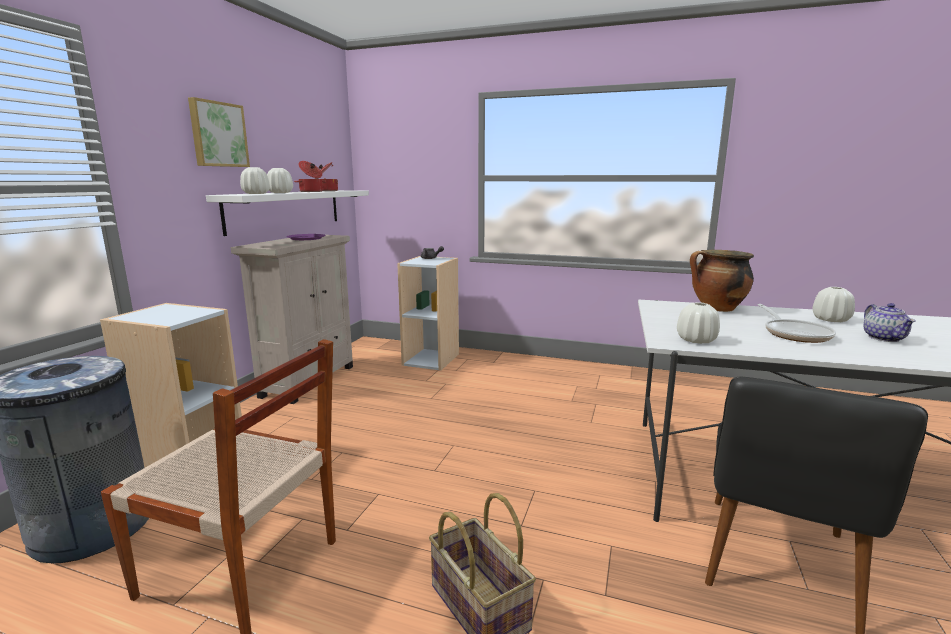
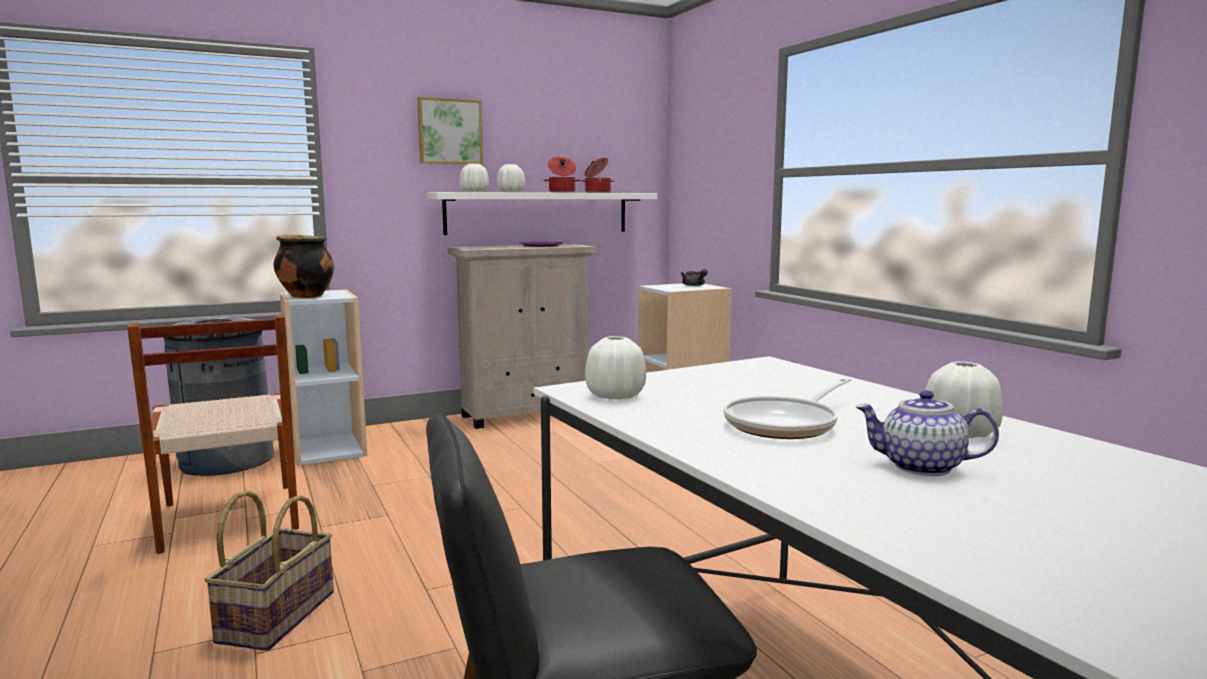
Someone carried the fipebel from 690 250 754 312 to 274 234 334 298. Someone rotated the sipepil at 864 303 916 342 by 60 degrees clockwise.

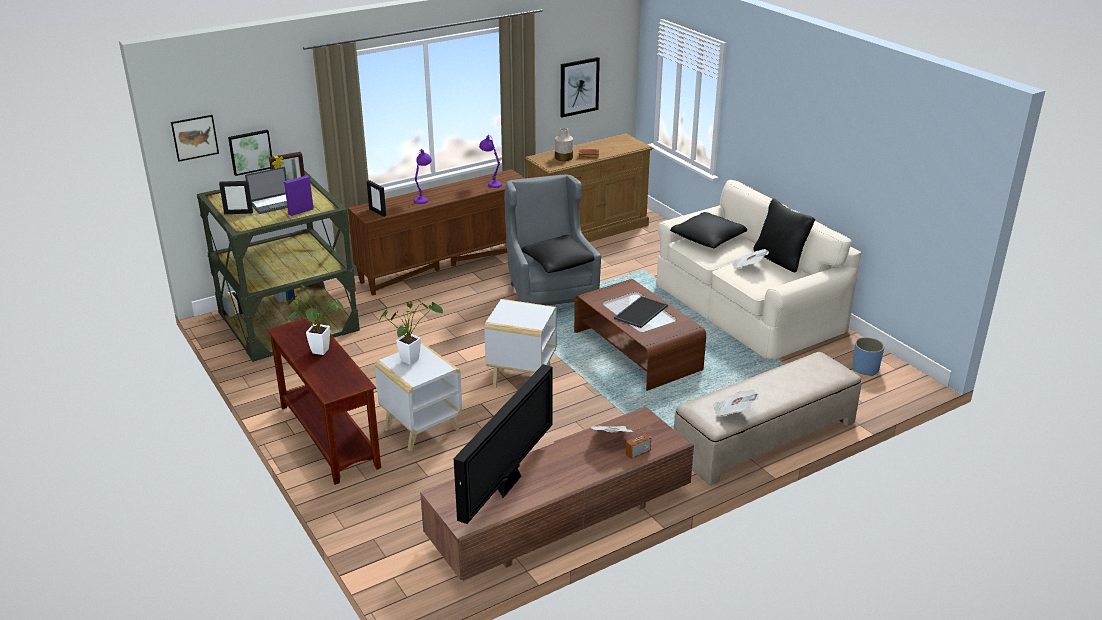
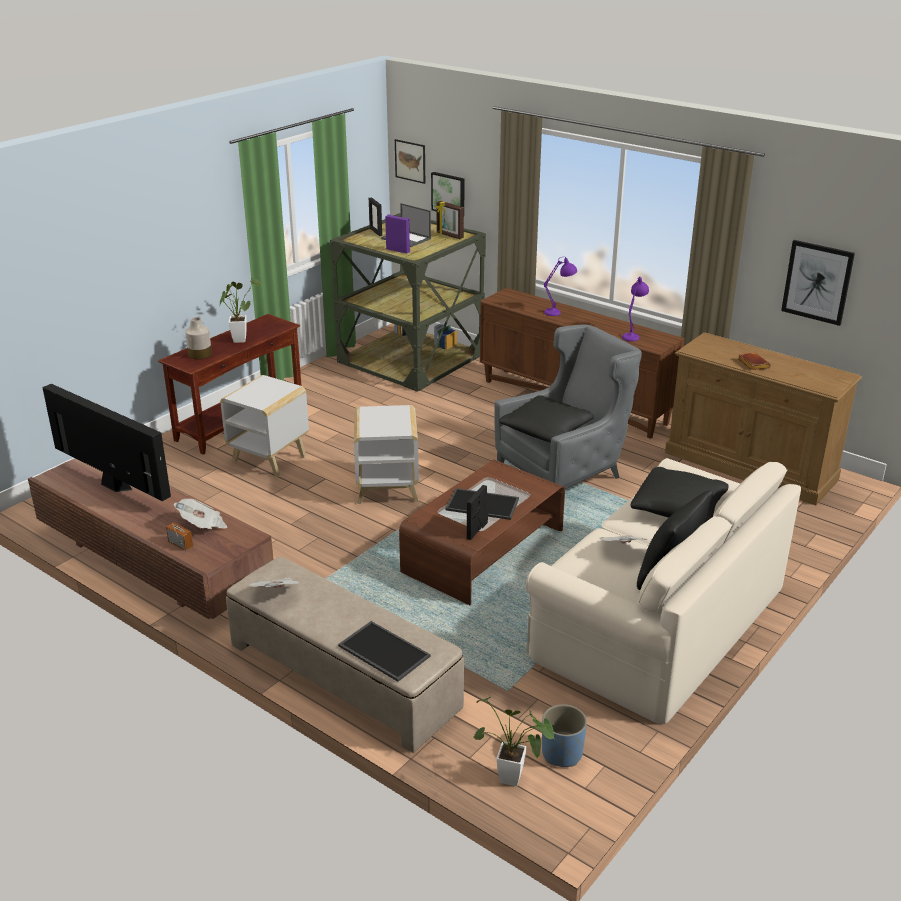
Someone rotated the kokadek at 454 364 552 524 by 150 degrees counterclockwise. Someone carried the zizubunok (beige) from 555 128 573 161 to 185 317 212 359. Someone put down the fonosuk at 338 621 430 682. Someone carried the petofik from 367 180 386 217 to 467 485 488 540. Someone carried the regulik from 379 300 443 365 to 474 697 554 786.

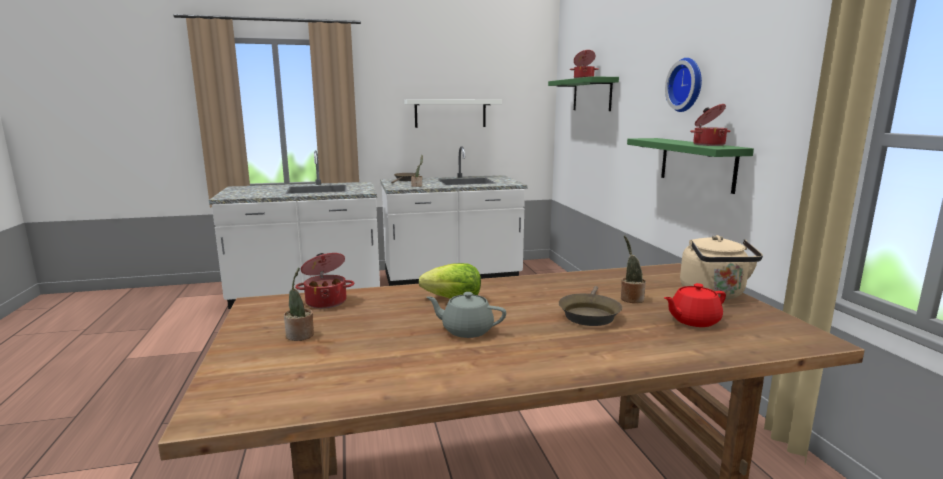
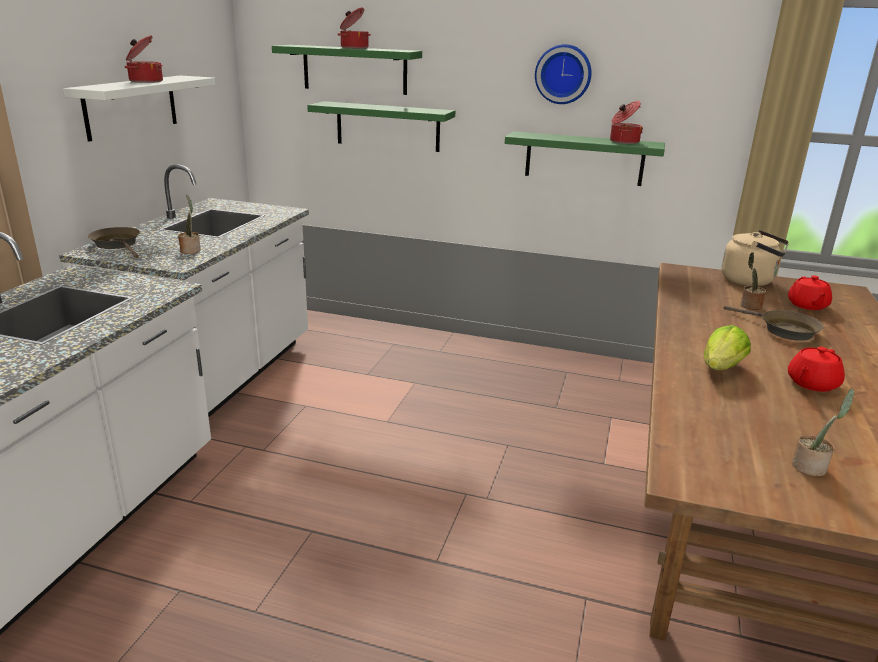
Someone carried the fipebel from 295 253 354 309 to 125 35 163 83. Someone put up the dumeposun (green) at 307 101 455 152. Someone repainted the sipepil (grey) at 426 292 506 338, which became the sipepil (red) at 788 347 845 392.

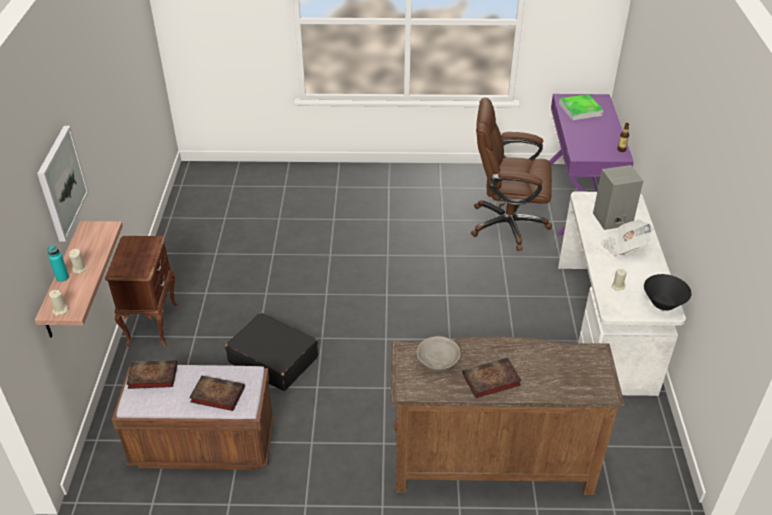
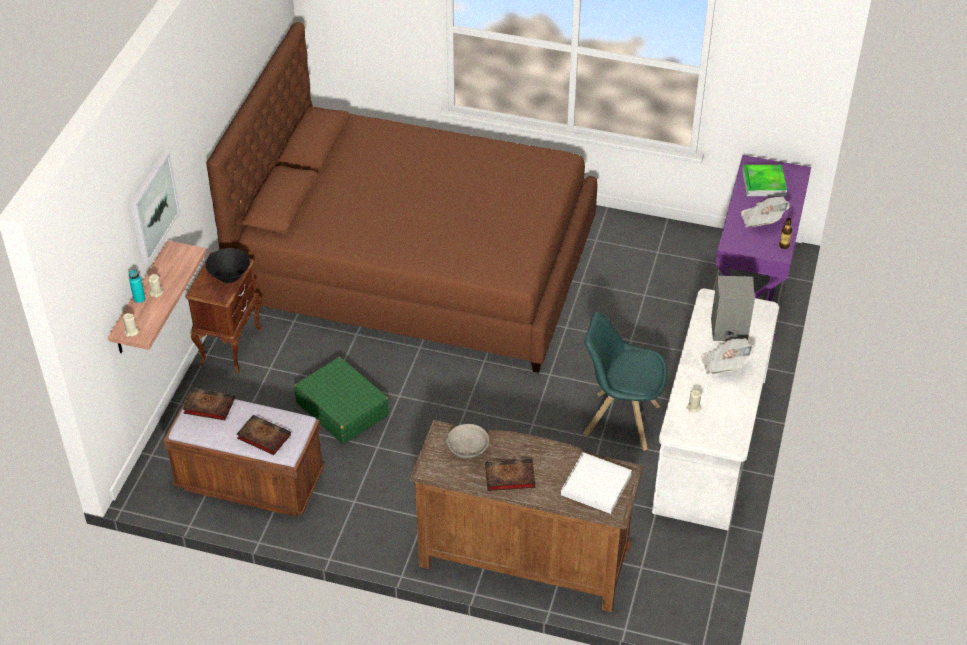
Someone carried the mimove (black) from 644 274 691 310 to 205 248 250 283. Someone put down the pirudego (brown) at 206 22 597 373. Someone repainted the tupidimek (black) at 225 313 318 391, which became the tupidimek (green) at 294 357 389 444. Someone put down the fonosuk (white) at 561 452 632 514. Someone put down the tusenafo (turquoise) at 583 311 667 451. Someone put down the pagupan at 741 197 789 227. Someone took away the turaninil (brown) at 471 98 552 251.

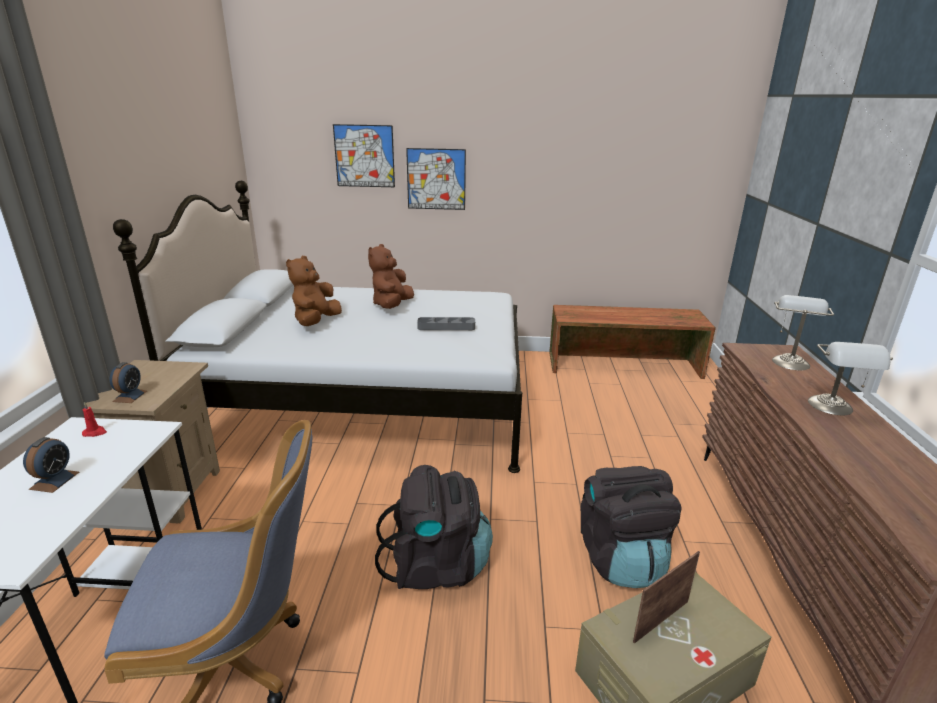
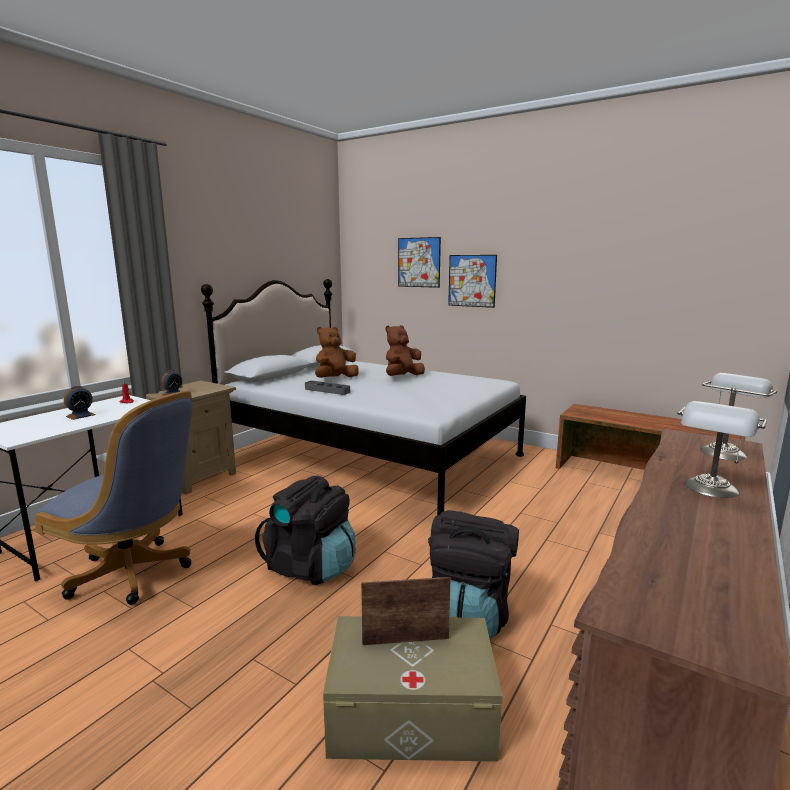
Someone carried the fonosuk (grey) from 417 317 475 330 to 305 381 350 395.

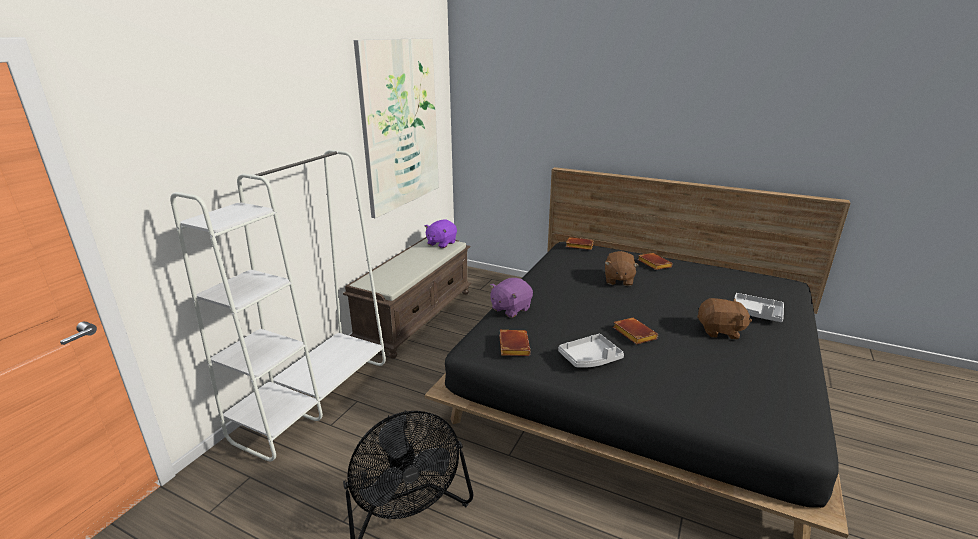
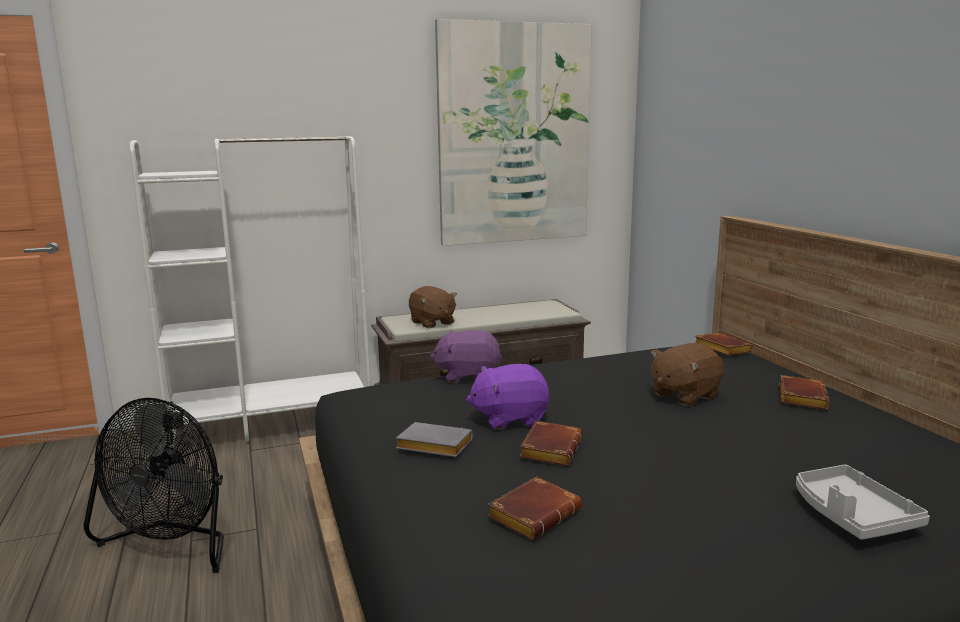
Someone swapped the fonosuk (grey) at 558 334 624 368 for the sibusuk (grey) at 396 422 473 457. Someone carried the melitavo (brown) from 697 298 752 339 to 409 286 457 328. Someone carried the melitavo (purple) from 425 220 457 248 to 466 364 549 430. Someone carried the sibusuk (brown) from 499 330 531 356 to 487 476 582 540.

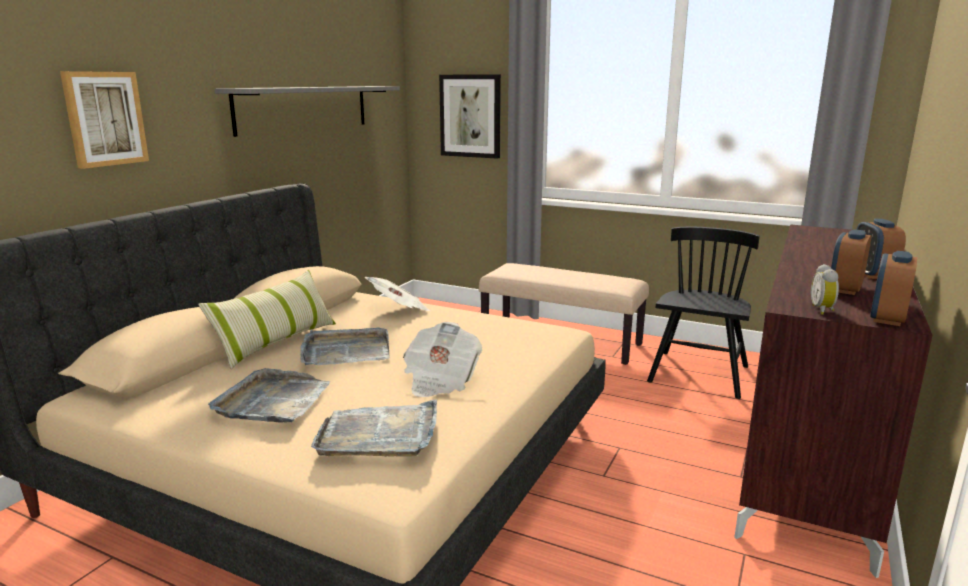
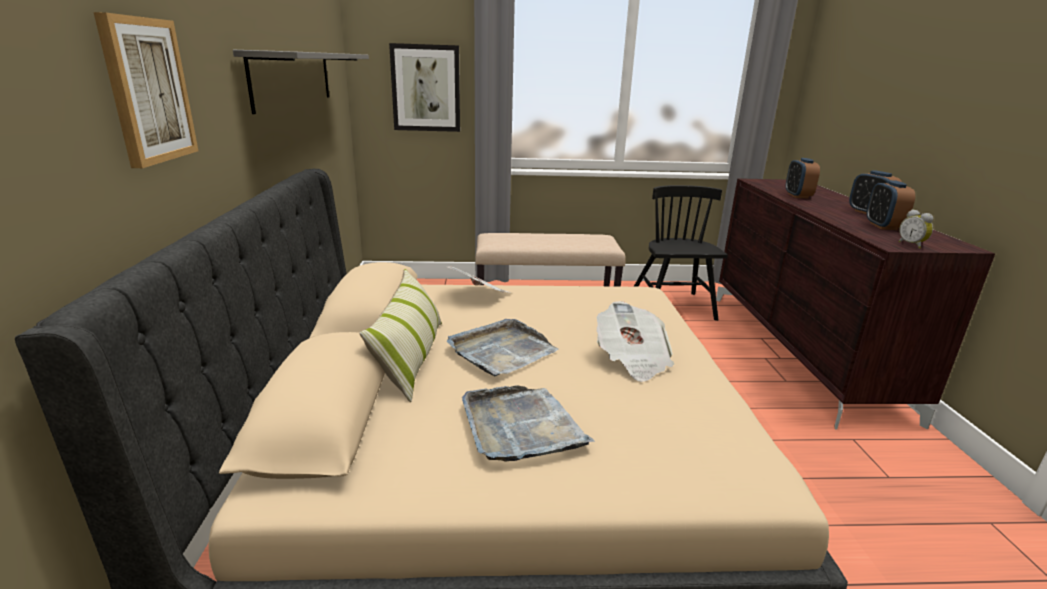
Someone carried the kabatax from 870 251 917 326 to 786 158 820 198. Someone took away the fonosuk (grey) at 311 399 437 457.

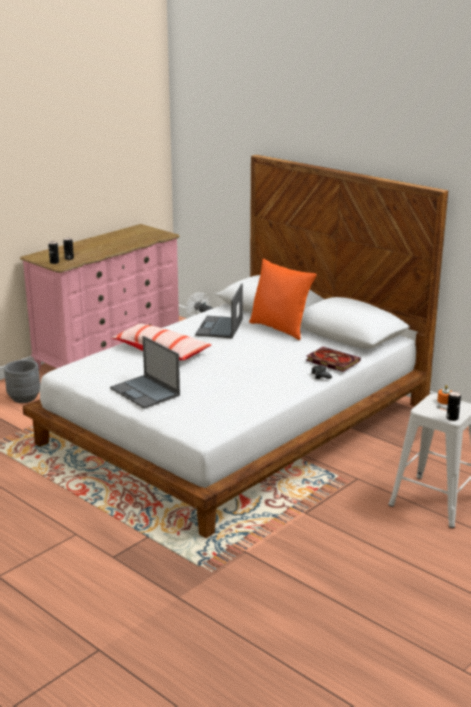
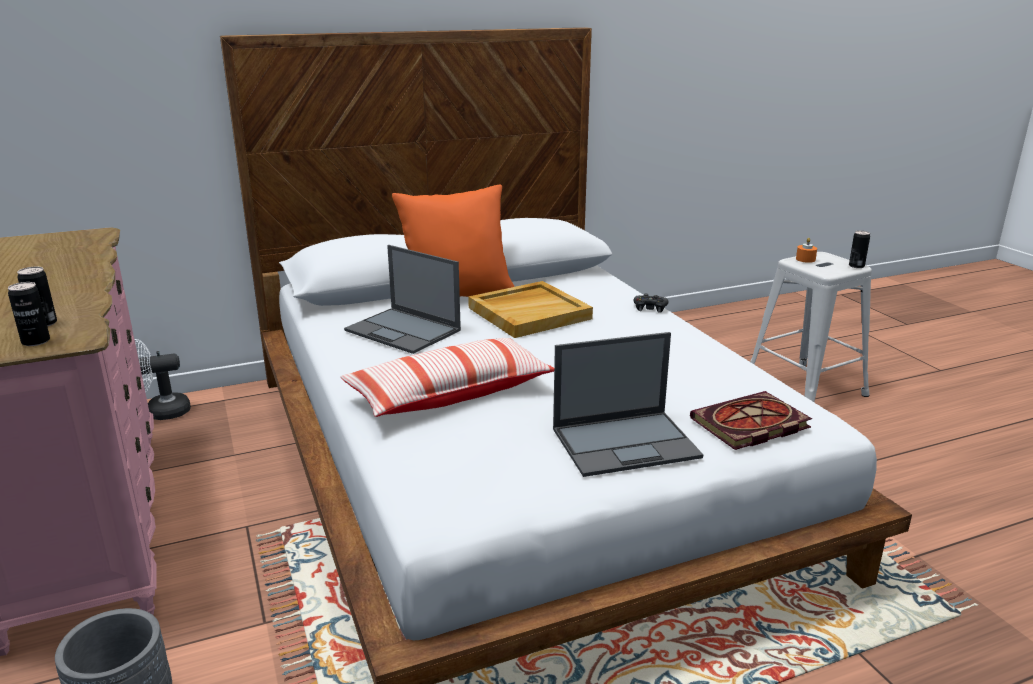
Someone put down the fonosuk (beige) at 468 281 593 338. Someone carried the sibusuk from 306 347 361 372 to 690 391 812 450.

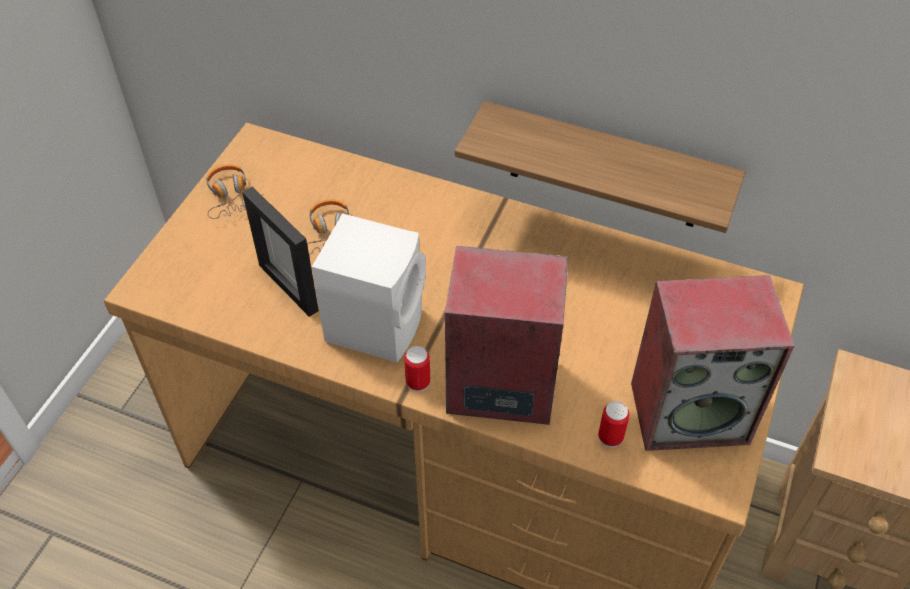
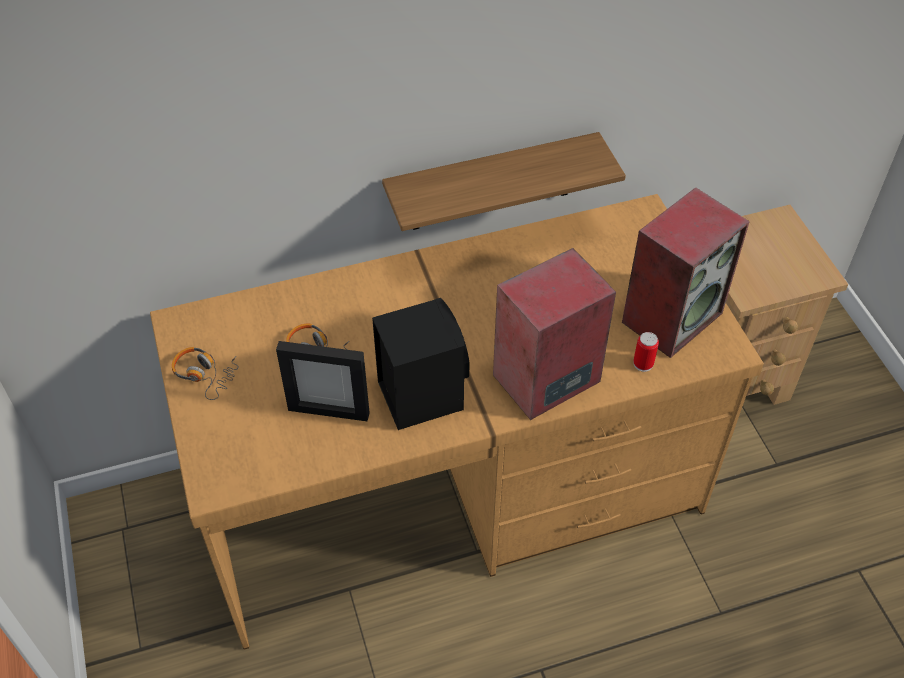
Someone repainted the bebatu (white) at 312 213 426 363, which became the bebatu (black) at 372 298 470 430. Someone took away the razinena at 404 346 430 392.

